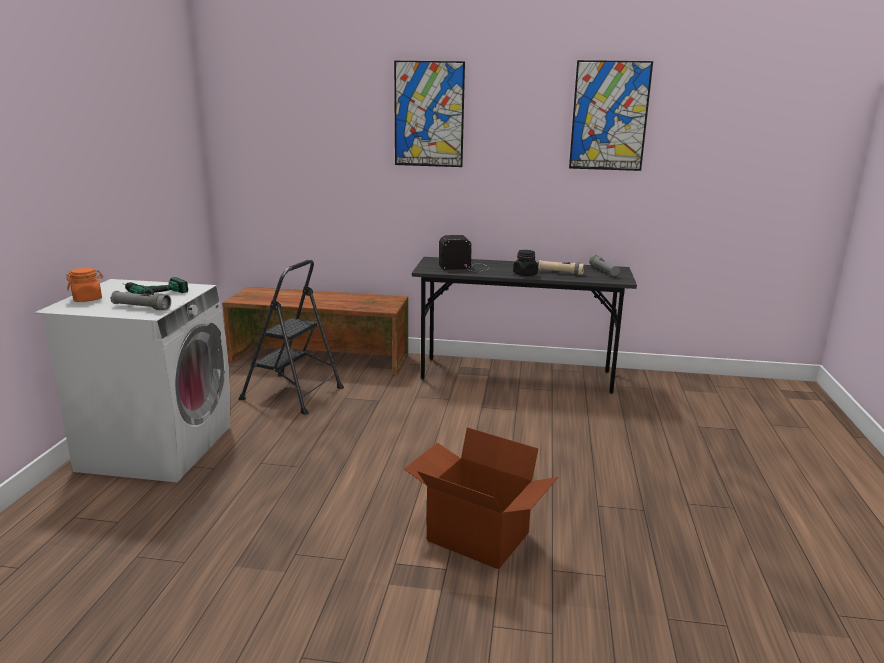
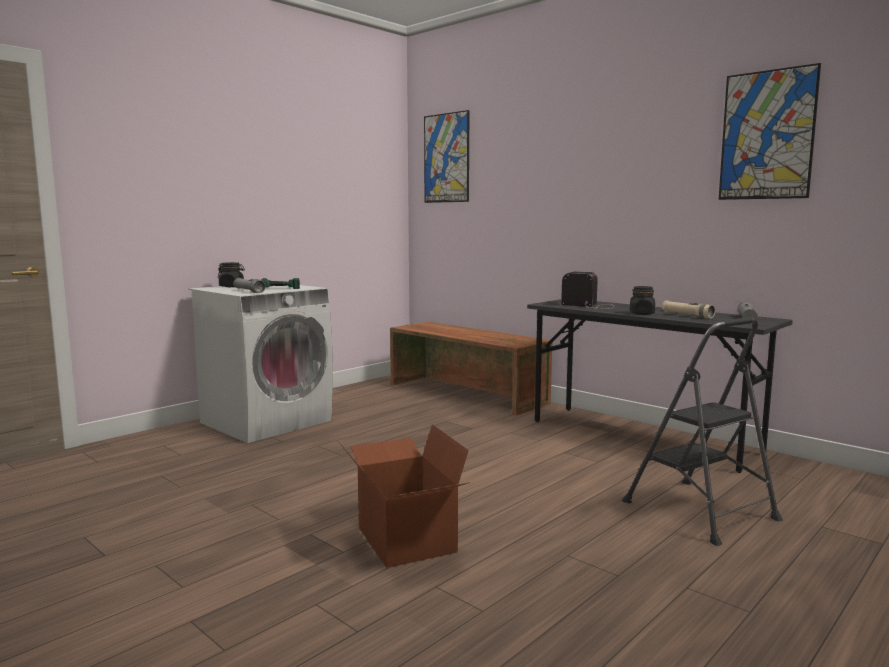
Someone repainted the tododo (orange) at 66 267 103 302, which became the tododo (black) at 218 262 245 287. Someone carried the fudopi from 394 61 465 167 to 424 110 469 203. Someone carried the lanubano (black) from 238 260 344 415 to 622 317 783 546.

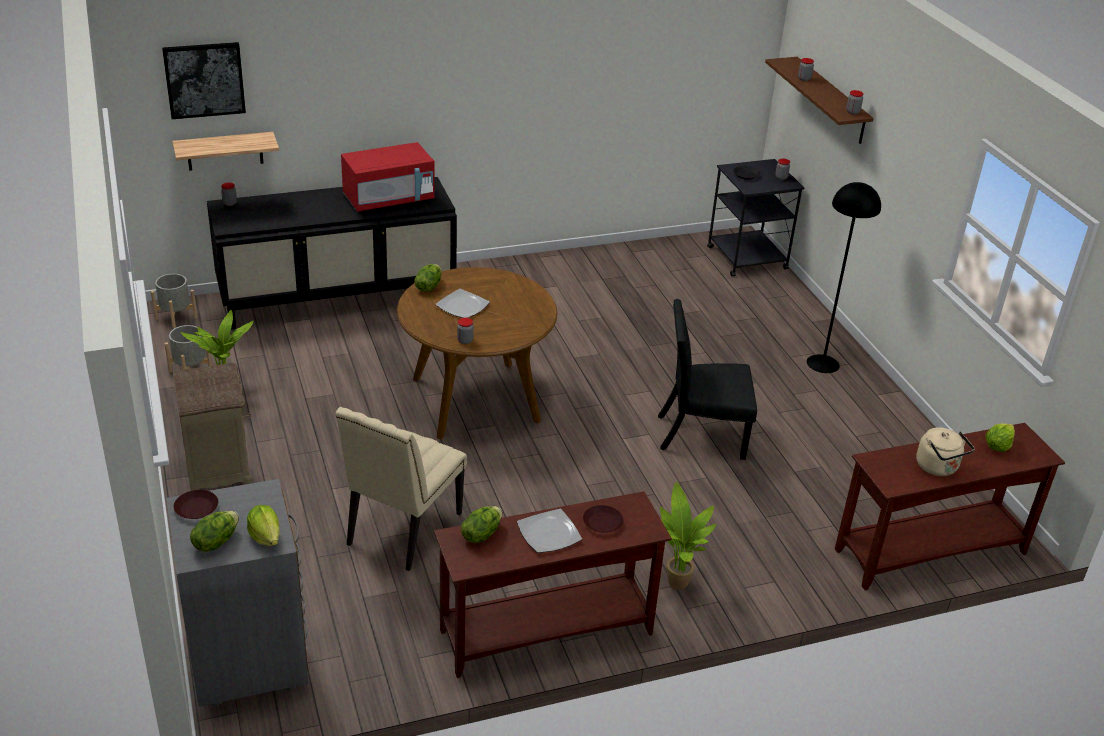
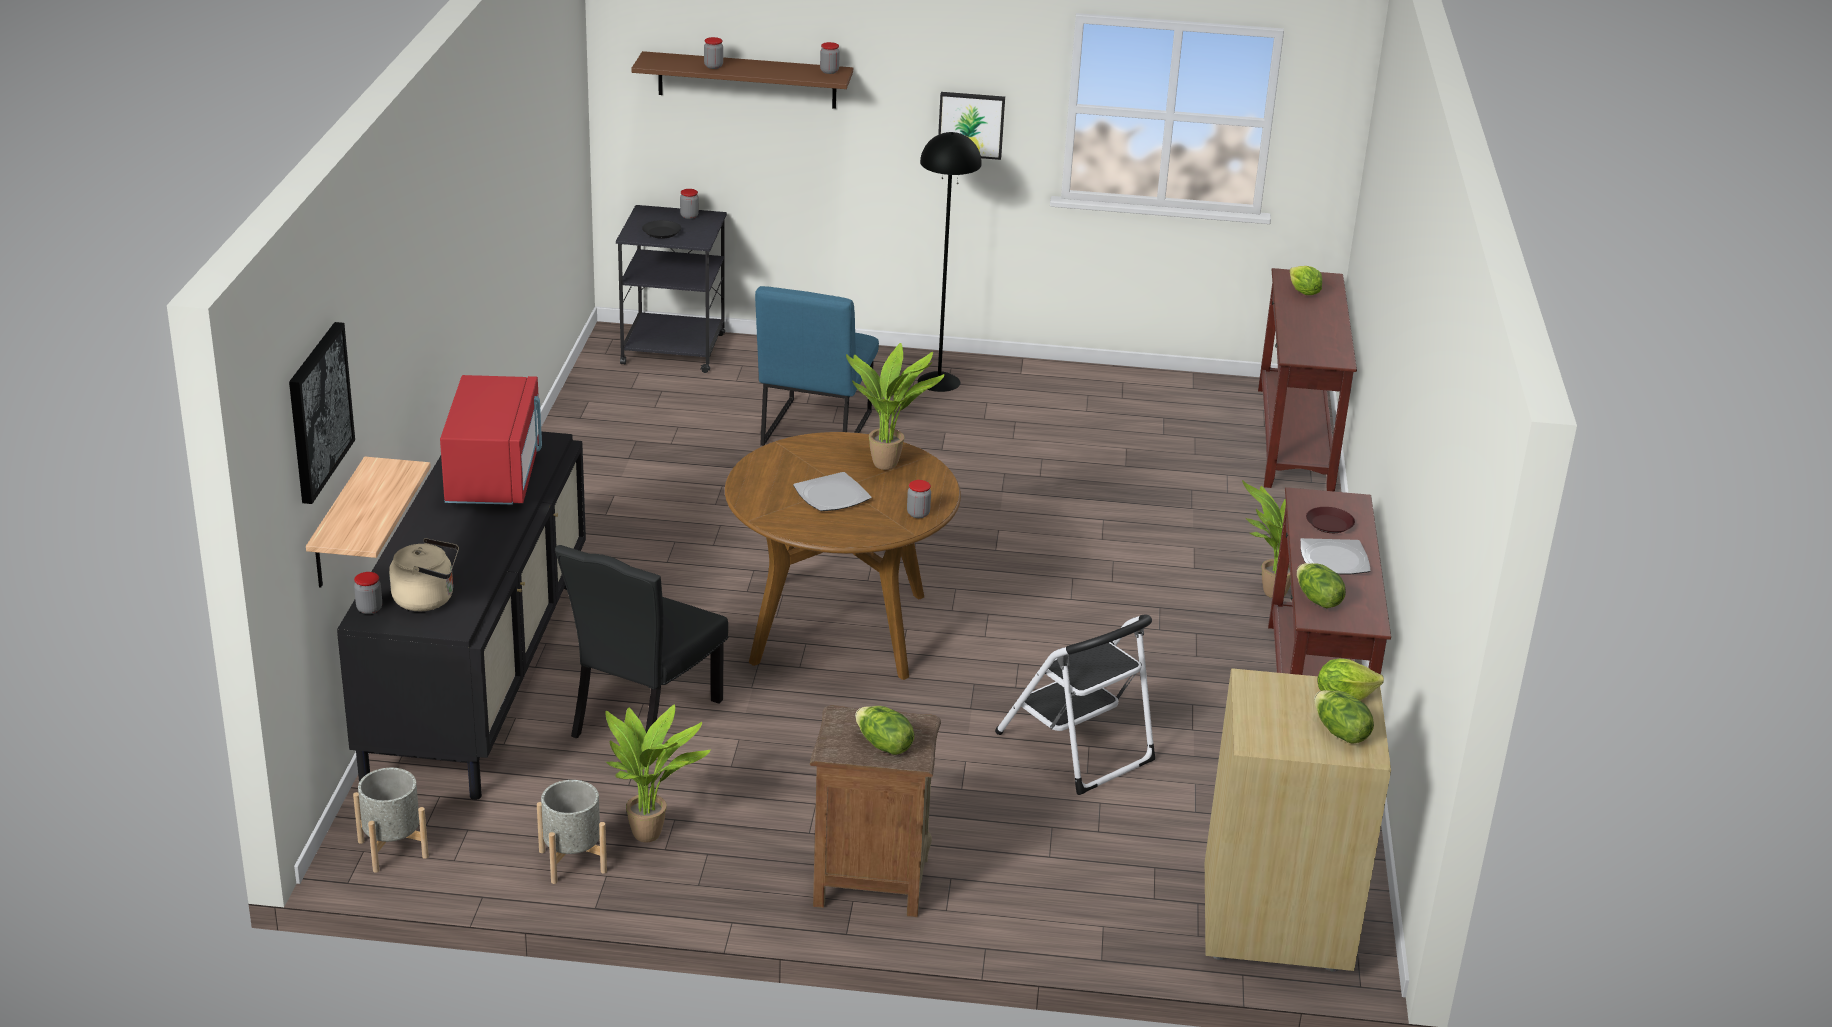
Someone carried the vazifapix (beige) from 916 427 975 476 to 389 538 459 611. Someone carried the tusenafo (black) from 658 299 757 460 to 555 545 729 738. Someone put down the tusenafo (blue) at 755 286 879 446. Someone put down the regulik at 846 343 945 470. Someone carried the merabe from 414 264 441 292 to 855 706 914 755. Someone put up the fudopi at 938 92 1005 160. Someone swapped the tusenafo (beige) at 335 407 467 571 for the lanubano at 995 615 1155 795. Someone repainted the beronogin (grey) at 166 479 308 707, which became the beronogin (brown) at 1205 668 1391 972. Someone took away the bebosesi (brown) at 174 490 218 519.

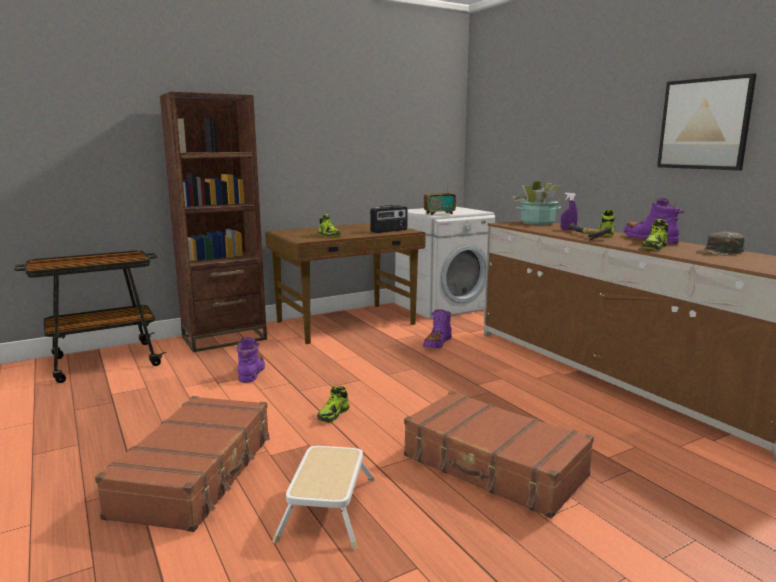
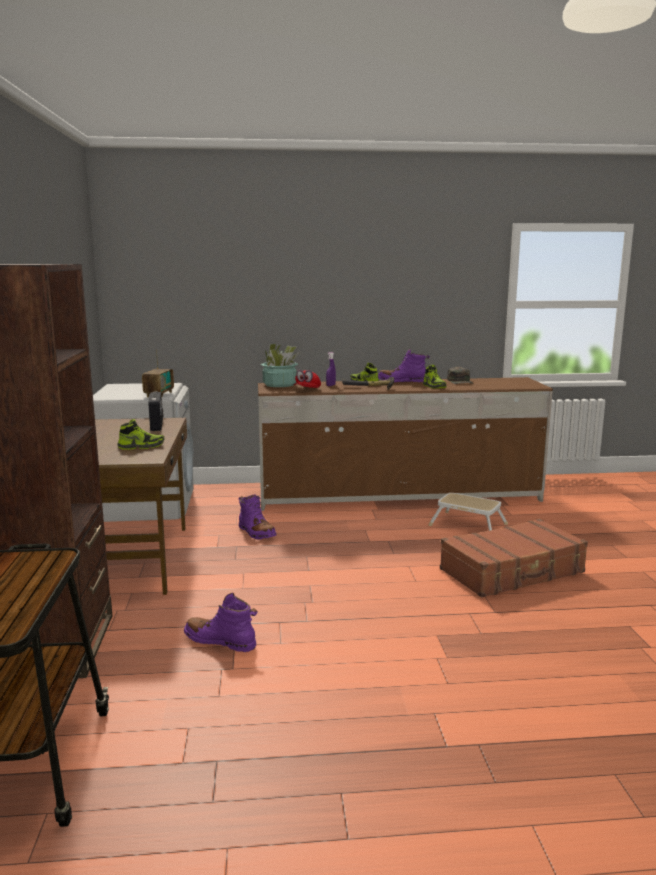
Someone put down the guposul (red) at 293 370 321 388. Someone carried the lanubano (beige) from 272 446 375 550 to 428 493 508 531. Someone took away the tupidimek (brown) at 95 396 270 532. Someone took away the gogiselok at 317 385 349 423. Someone took away the fudopi at 657 73 756 171.

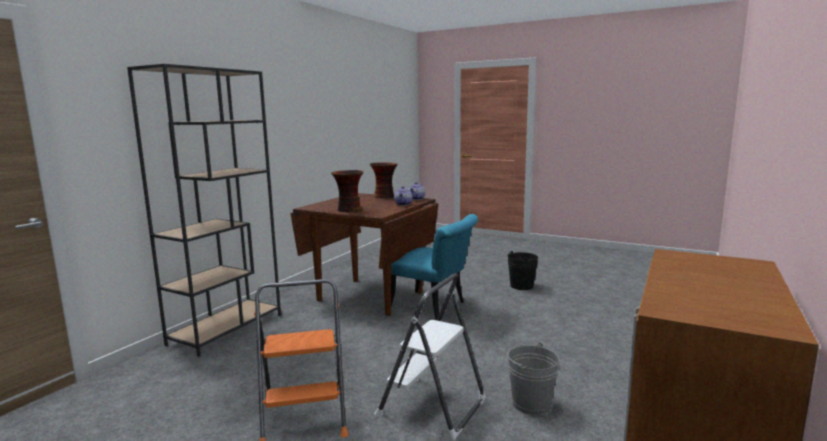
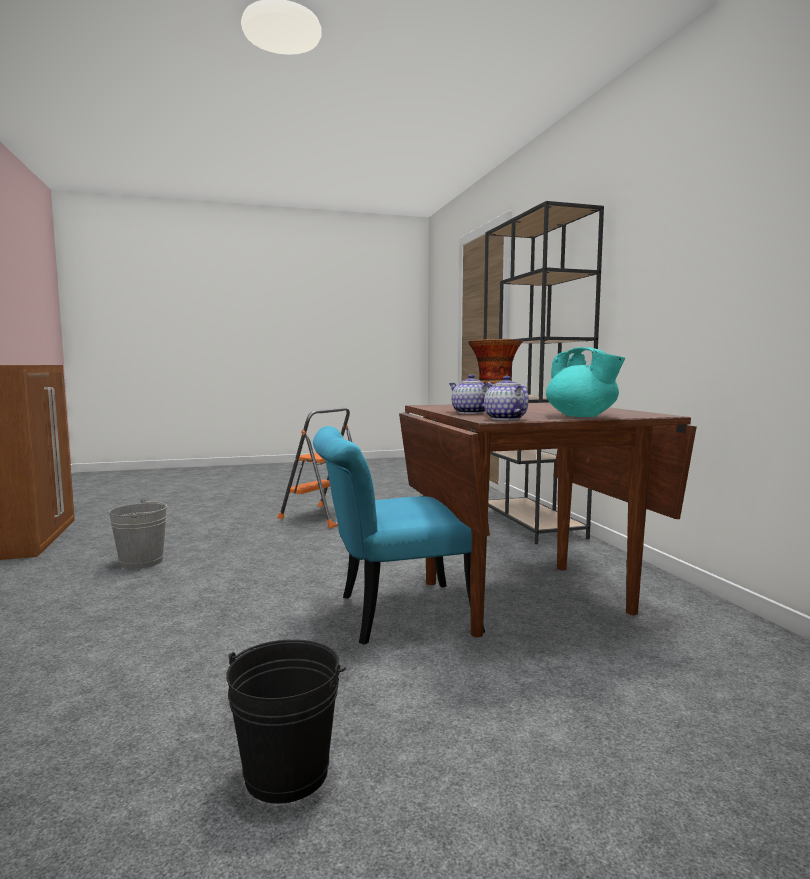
Someone swapped the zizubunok at 370 162 398 198 for the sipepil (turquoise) at 546 347 625 417. Someone took away the lanubano (white) at 374 273 486 440.

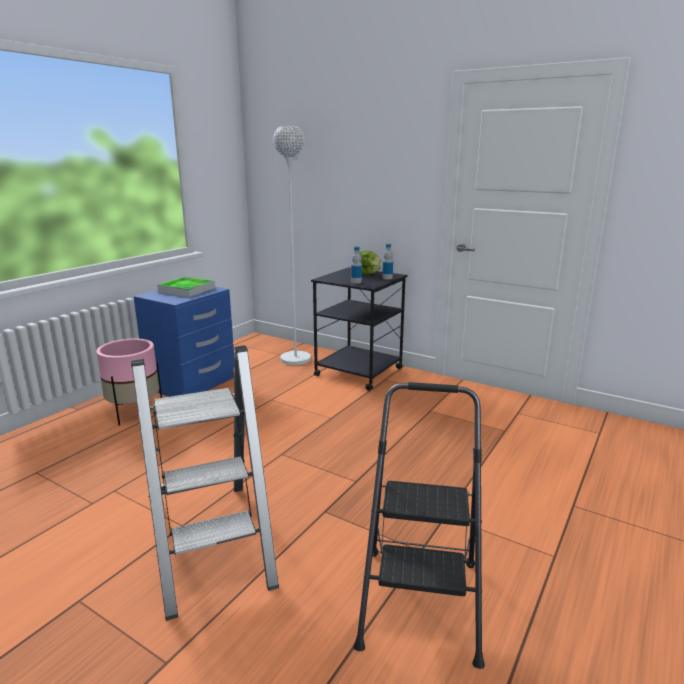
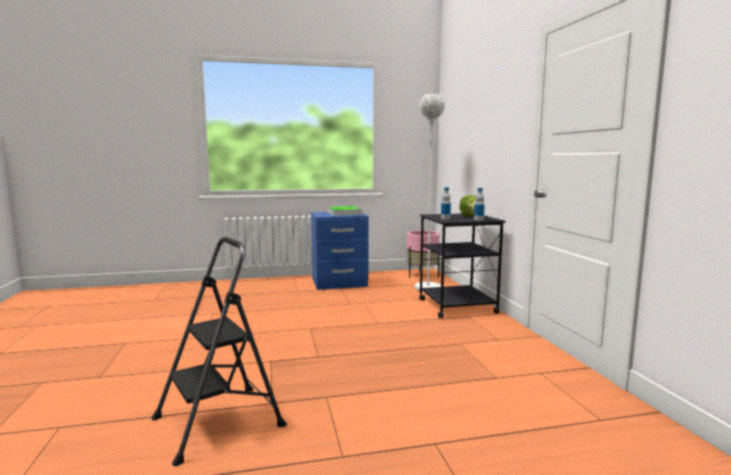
Someone carried the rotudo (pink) from 96 338 162 426 to 407 230 440 278. Someone took away the lanubano (grey) at 131 345 279 621.

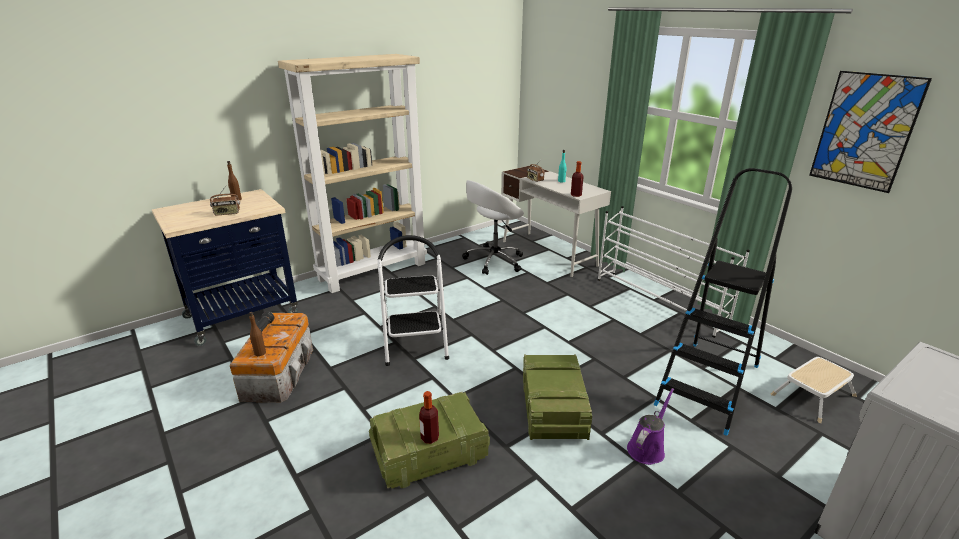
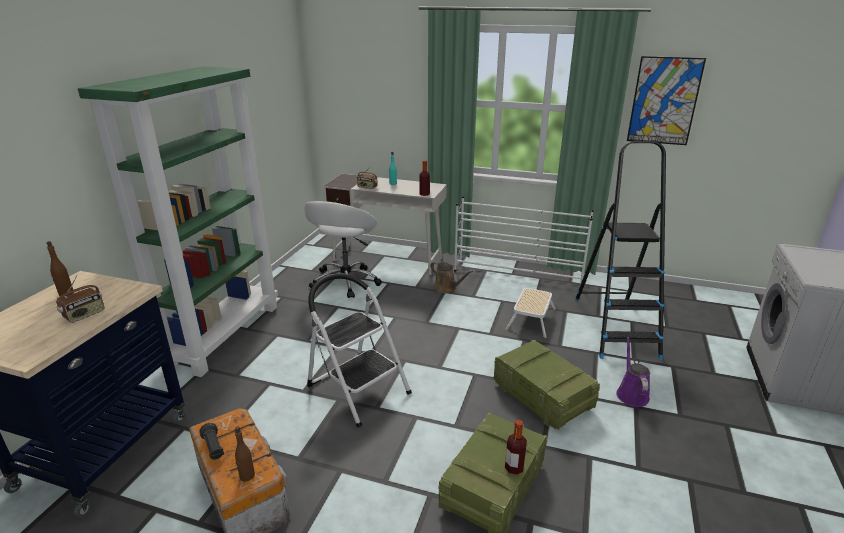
Someone repainted the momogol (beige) at 278 54 427 293, which became the momogol (green) at 78 67 278 377. Someone put down the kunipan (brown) at 430 261 473 293. Someone carried the lanubano (beige) from 771 357 857 423 to 505 288 556 338.

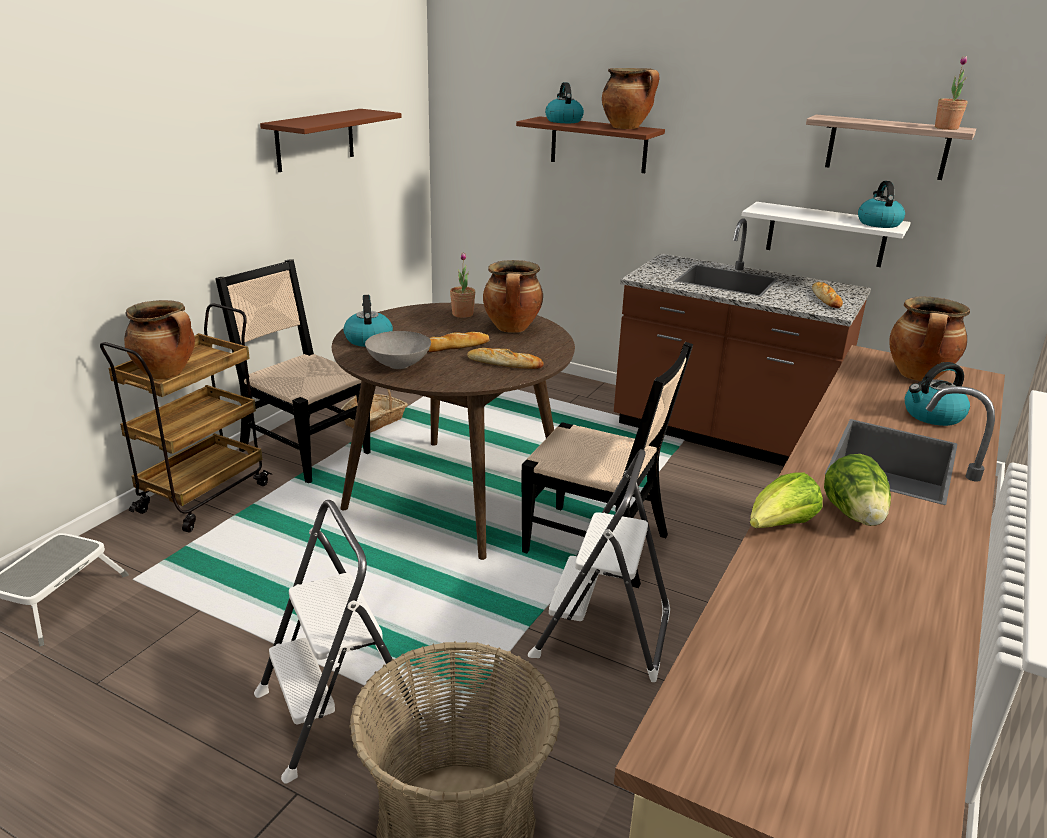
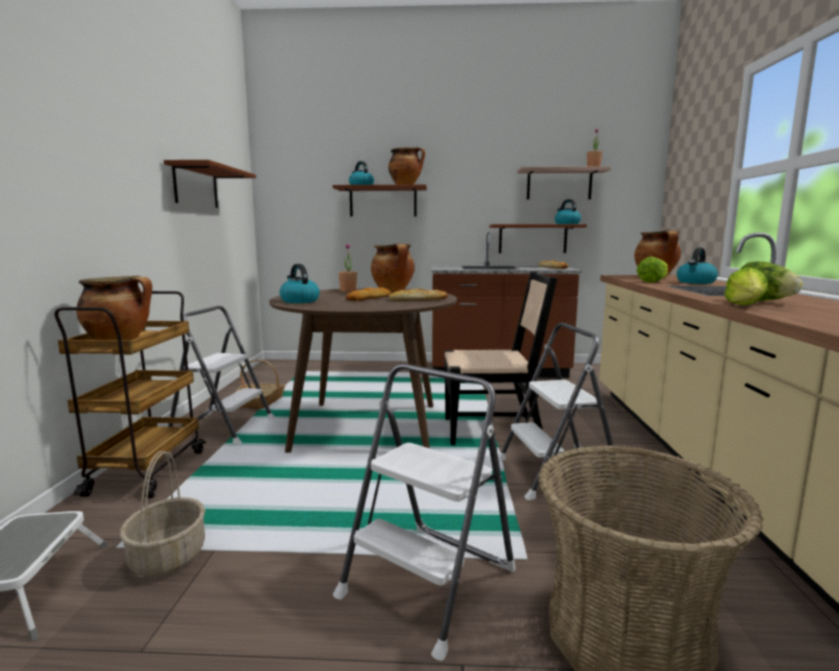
Someone put down the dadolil at 120 451 205 577. Someone swapped the tusenafo at 215 259 370 484 for the lanubano (white) at 168 306 275 445. Someone repainted the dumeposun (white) at 742 202 911 267, which became the dumeposun (brown) at 489 224 587 253. Someone put down the merabe at 637 257 668 283. Someone took away the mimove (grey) at 365 331 431 369.

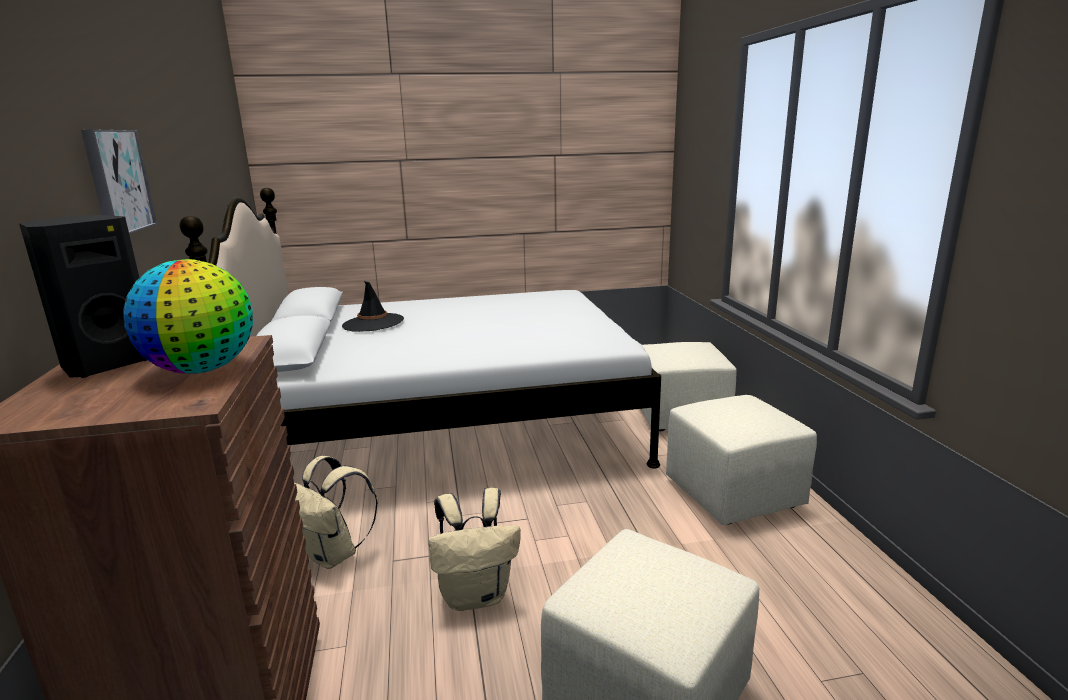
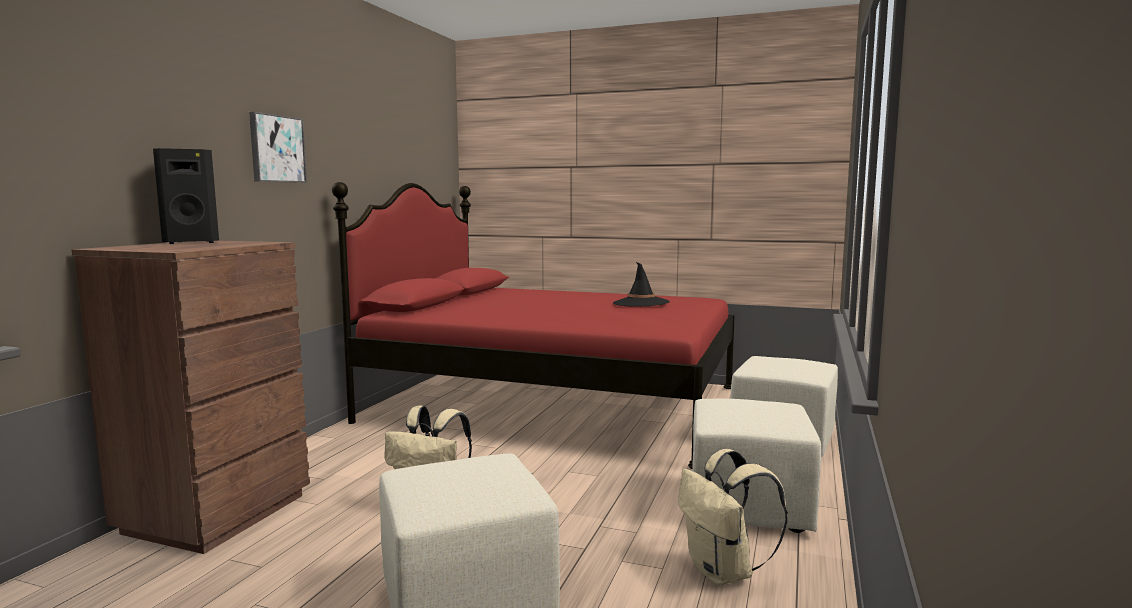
Someone repainted the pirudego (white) at 179 188 661 469, which became the pirudego (red) at 332 182 735 469. Someone carried the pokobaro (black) from 342 281 404 332 to 613 262 670 307. Someone carried the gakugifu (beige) from 294 456 378 569 to 678 449 788 586. Someone took away the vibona at 123 259 253 374.

